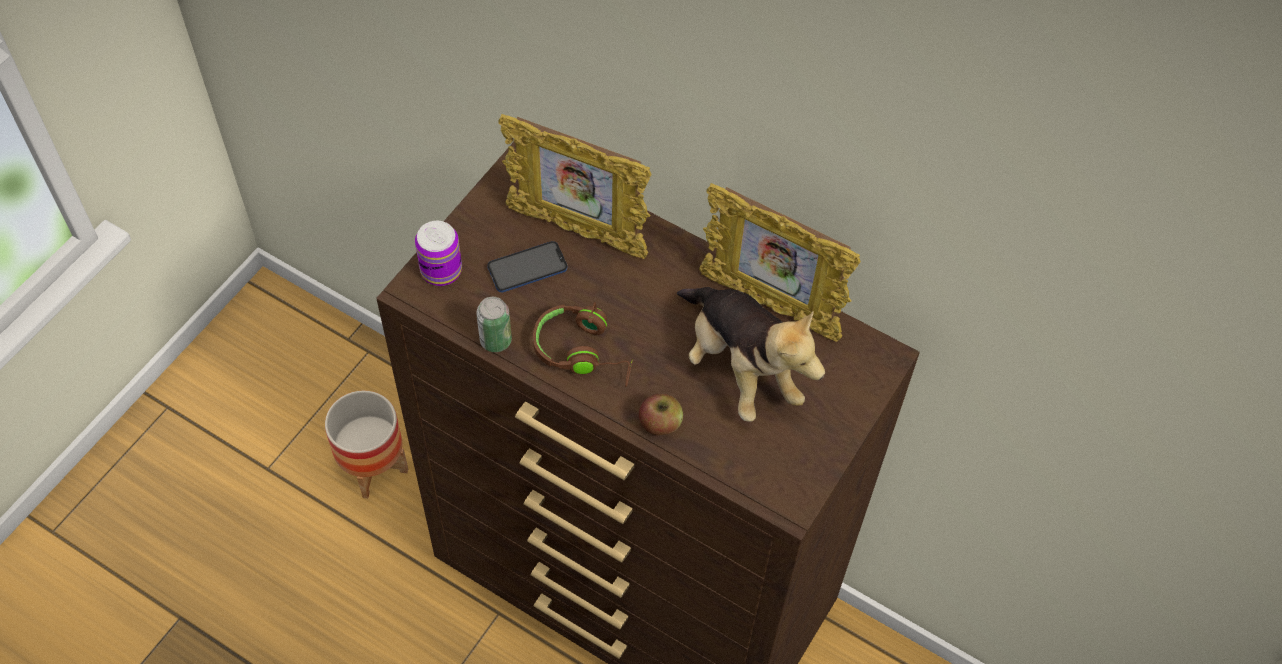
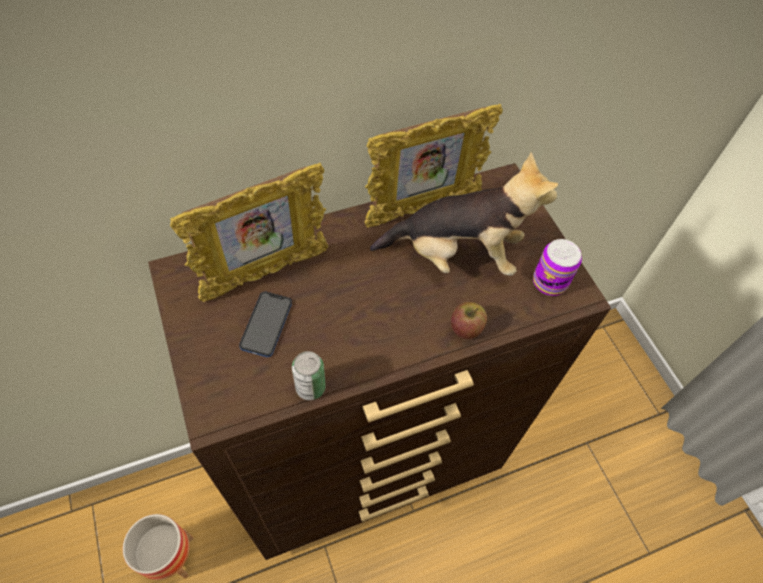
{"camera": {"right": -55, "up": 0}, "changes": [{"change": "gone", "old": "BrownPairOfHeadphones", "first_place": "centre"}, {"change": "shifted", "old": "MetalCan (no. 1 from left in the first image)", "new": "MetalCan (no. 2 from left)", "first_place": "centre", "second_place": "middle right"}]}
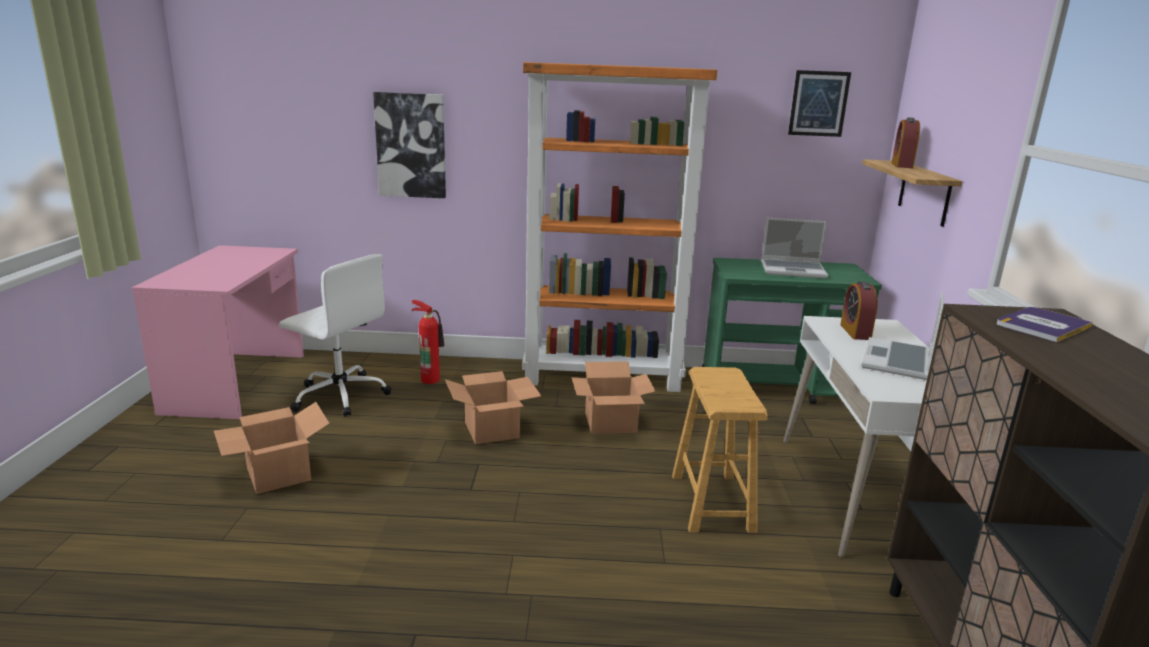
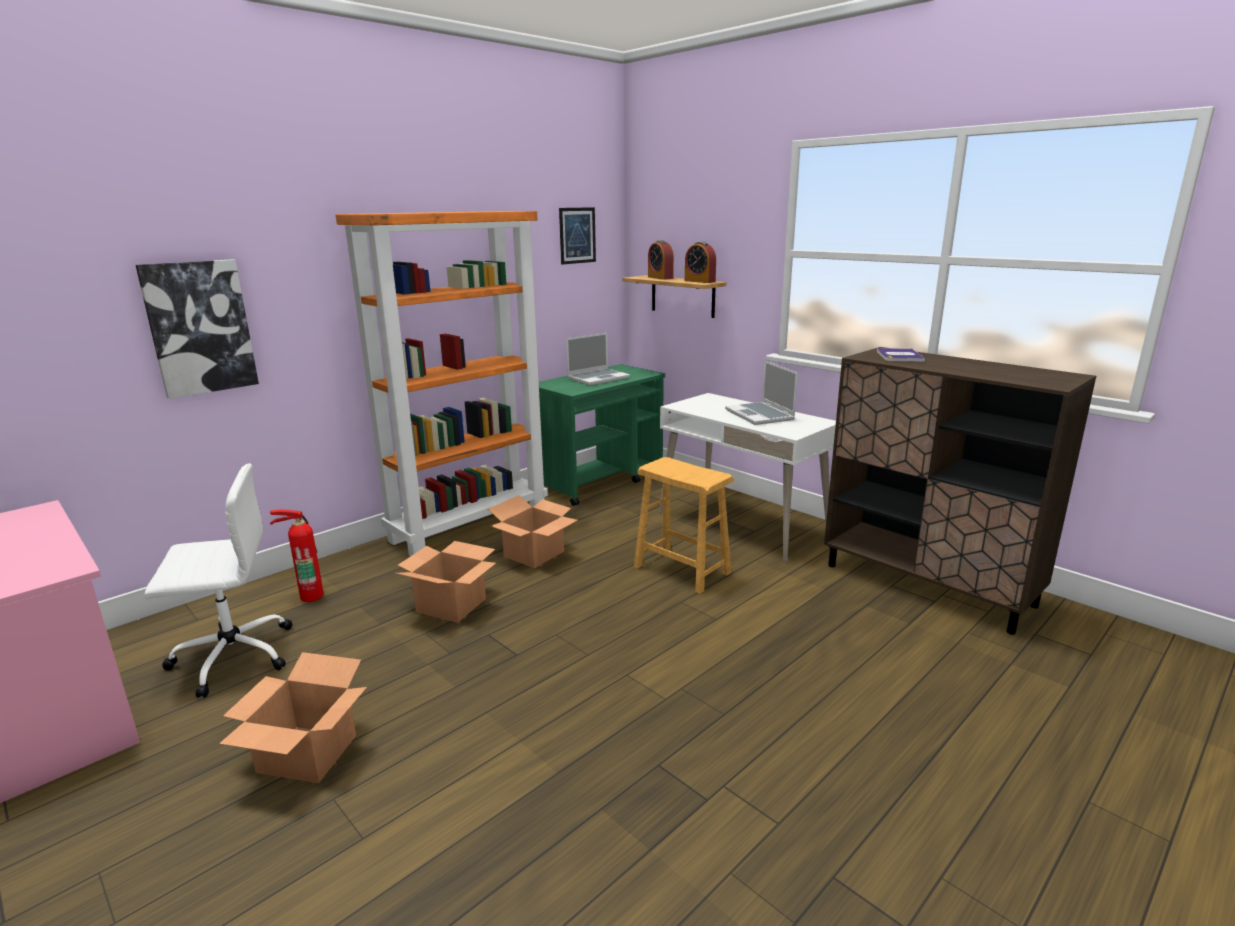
{"camera": {"right": -45, "up": 0}, "changes": [{"change": "shifted", "old": "AlarmClock (no. 1 from left in the first image)", "new": "AlarmClock (no. 2 from left)", "first_place": "middle right", "second_place": "top centre"}]}
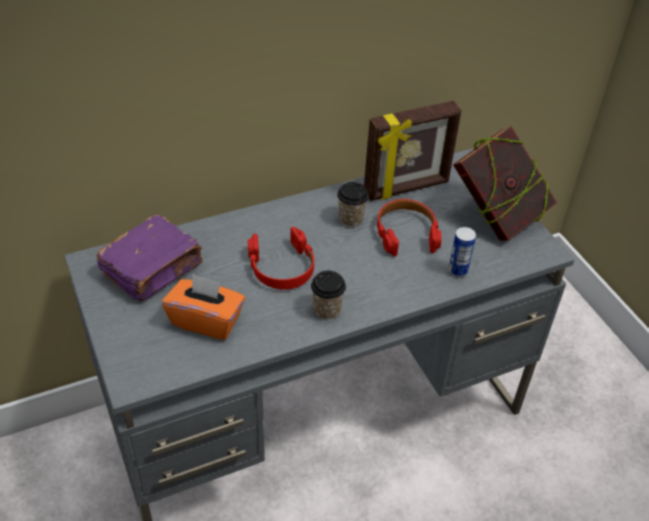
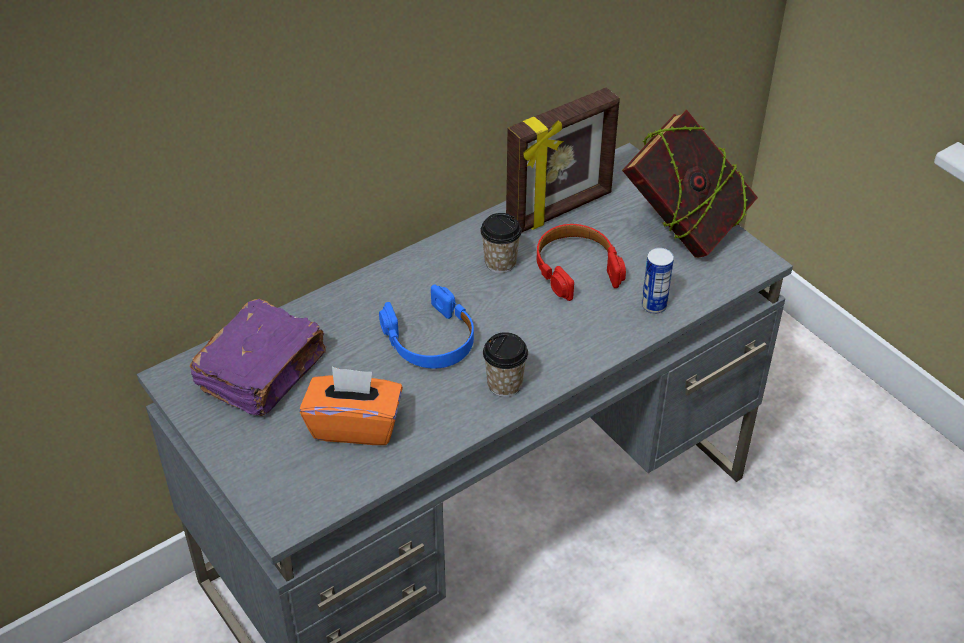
{"camera": {"right": -10, "up": 0}, "changes": [{"change": "repainted", "old": "RedColouredPairOfHeadphones (no. 1 from left)", "new": "BluishPairOfHeadphones", "first_place": "centre", "second_place": "centre"}]}
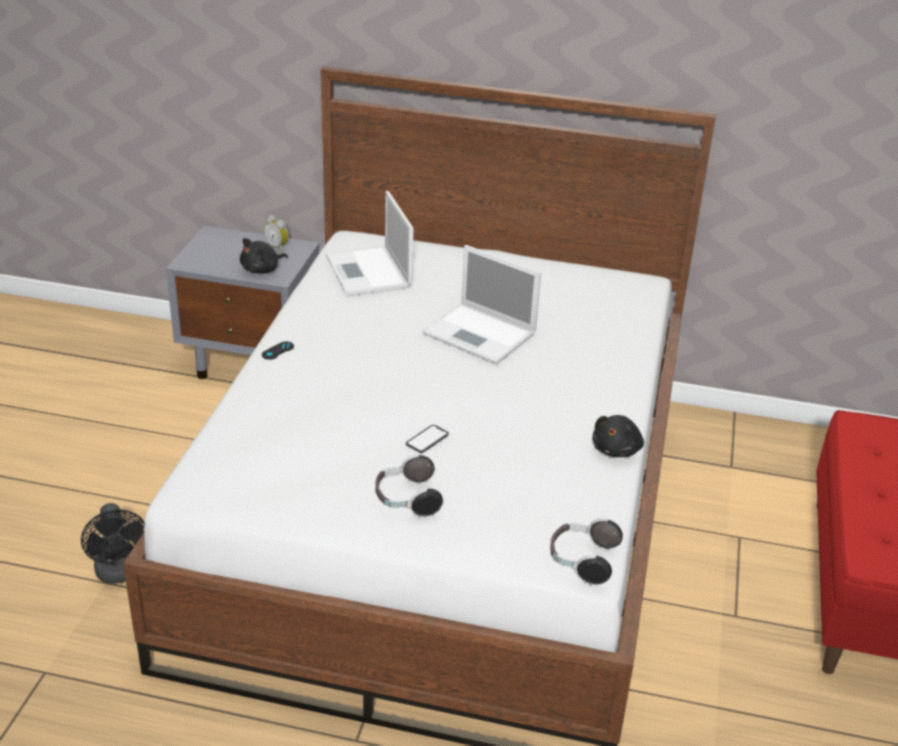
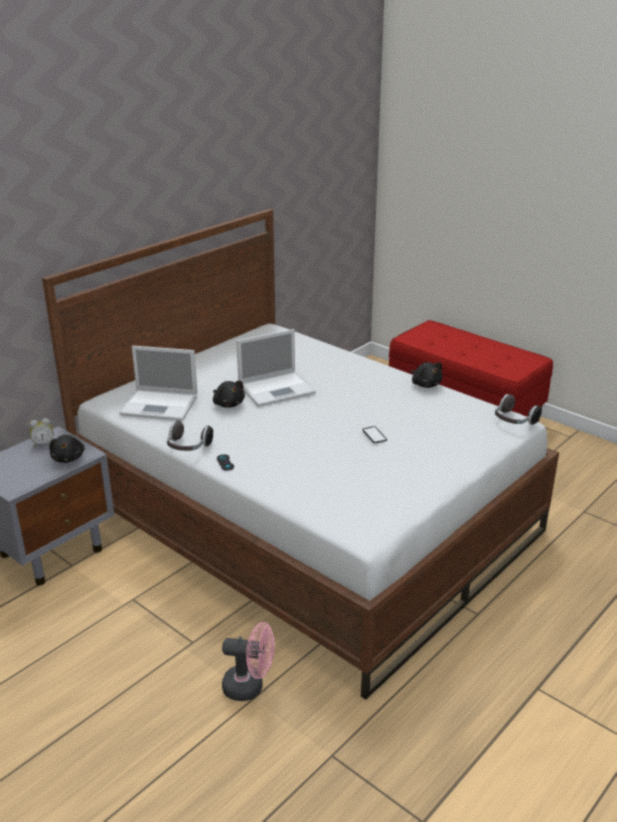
{"camera": {"right": -60, "up": -5}, "changes": [{"change": "new", "new": "BlackSoftToy (no. 2 from left)", "second_place": "centre"}, {"change": "shifted", "old": "PairOfHeadphones (no. 1 from left)", "first_place": "centre", "second_place": "middle left"}, {"change": "repainted", "old": "BlackCoolingFan", "new": "PinkColouredCoolingFan", "first_place": "bottom left", "second_place": "bottom centre"}]}
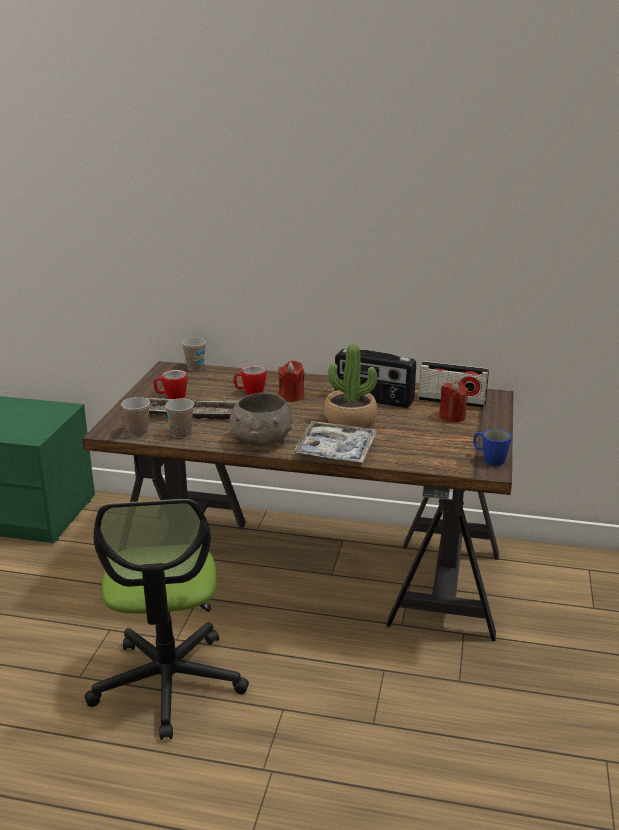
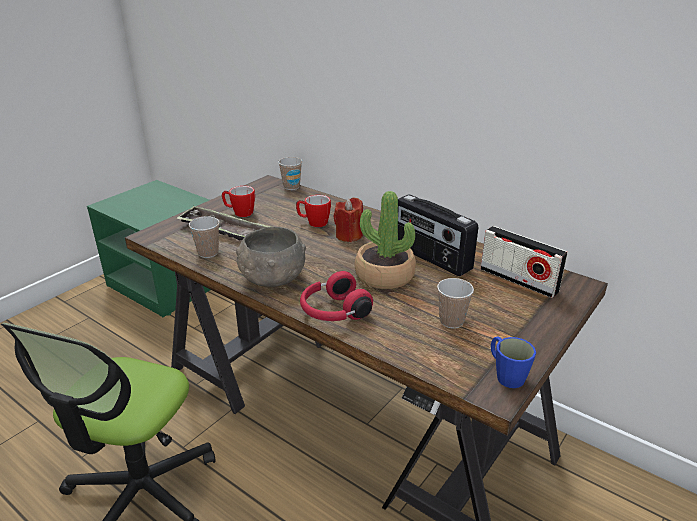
{"camera": {"right": 25, "up": 5}, "changes": [{"change": "gone", "old": "RedColouredCandle (no. 2 from left)", "first_place": "middle right"}, {"change": "shifted", "old": "SmallCup (no. 1 from left in the first image)", "new": "SmallCup (no. 3 from left)", "first_place": "middle left", "second_place": "centre"}, {"change": "swapped", "old": "ServingTray (no. 2 from left)", "new": "RedColouredPairOfHeadphones", "first_place": "centre", "second_place": "centre"}]}
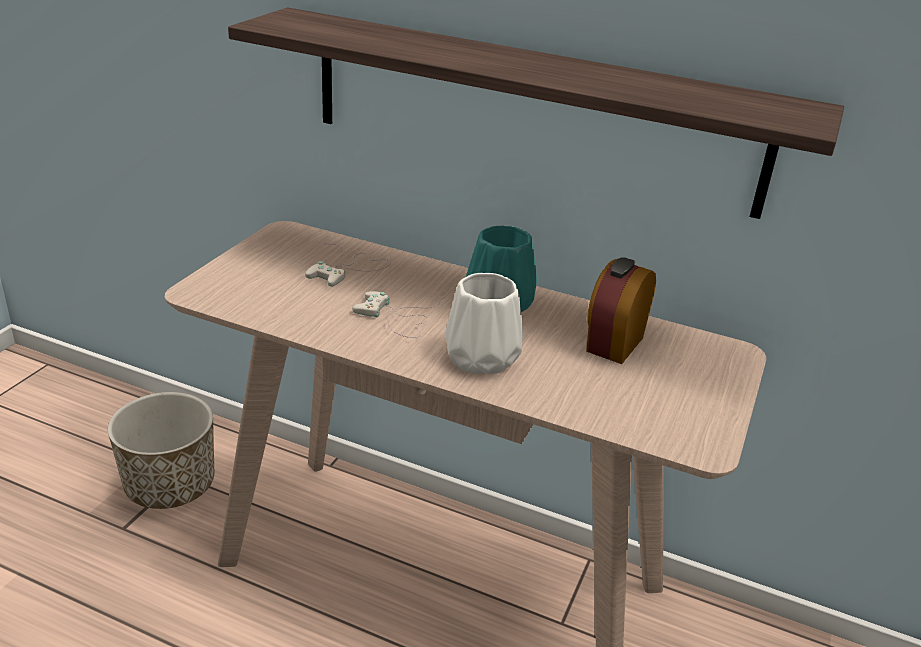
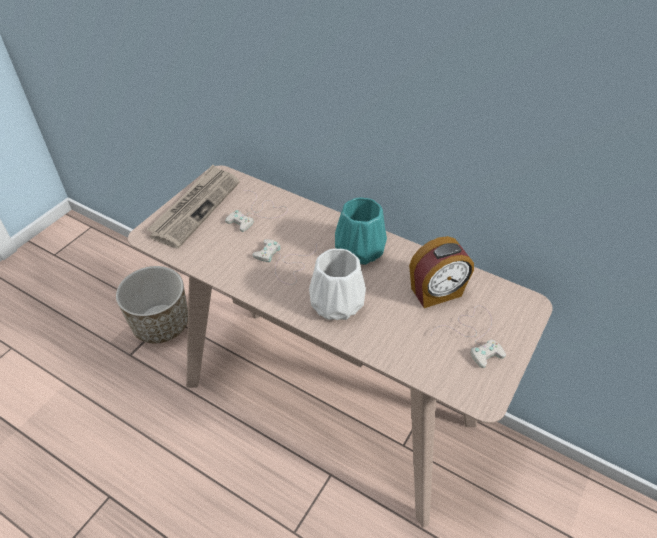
{"camera": {"right": 10, "up": 15}, "changes": [{"change": "gone", "old": "Shelf", "first_place": "top centre"}, {"change": "new", "new": "DailyPaper", "second_place": "middle left"}, {"change": "new", "new": "WhiteColouredGameController (no. 3 from left)", "second_place": "middle right"}, {"change": "rotated", "old": "AlarmClock", "first_place": "middle right", "second_place": "middle right", "degrees": -150}]}
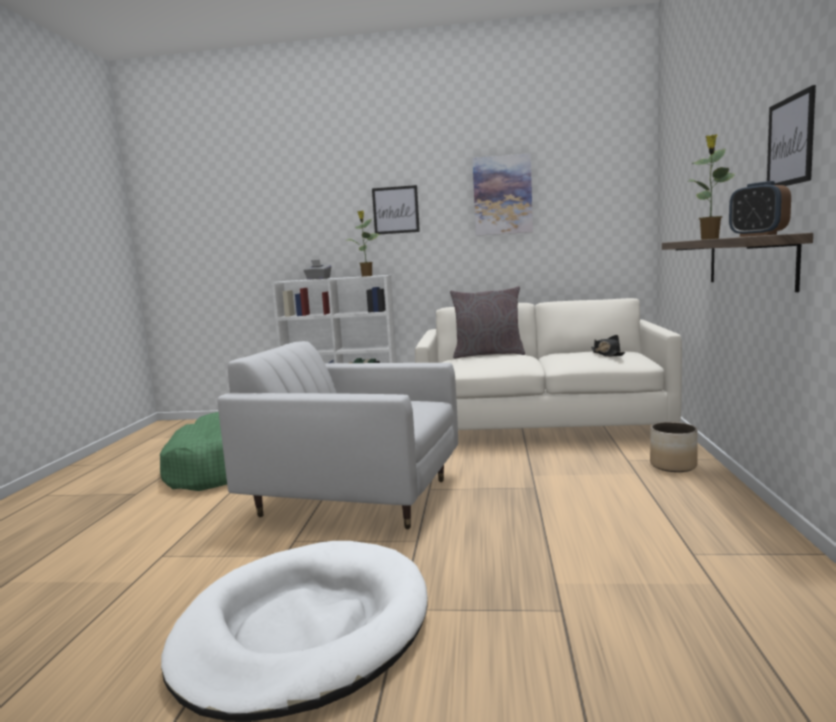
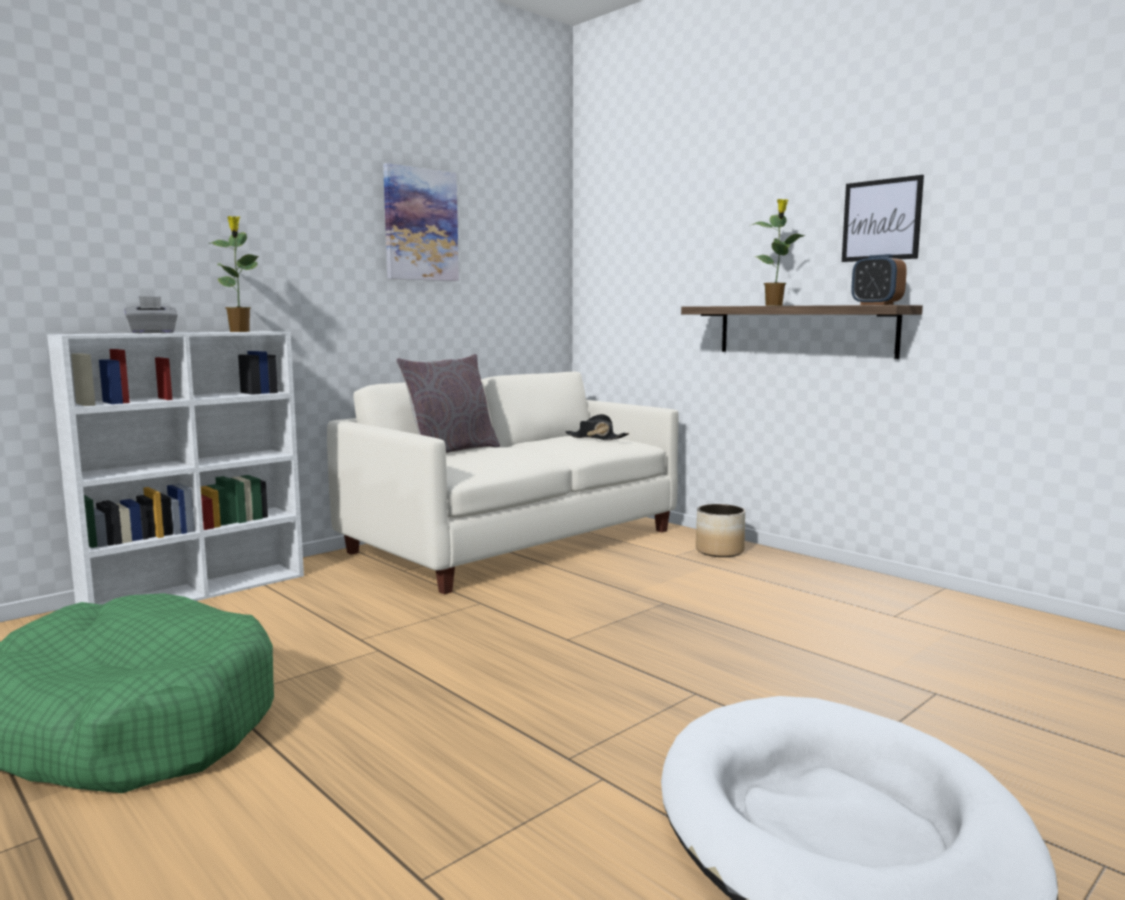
{"camera": {"right": -50, "up": 0}, "changes": [{"change": "gone", "old": "WhiteColouredLoungeChair", "first_place": "centre"}, {"change": "gone", "old": "WallArt (no. 1 from left)", "first_place": "top centre"}, {"change": "rotated", "old": "AlarmClock", "first_place": "top right", "second_place": "top right", "degrees": 45}]}
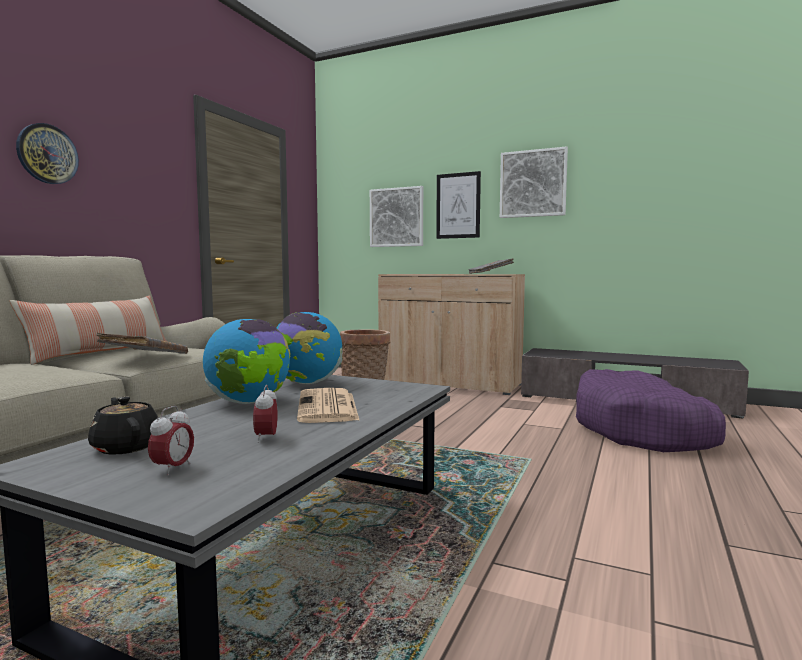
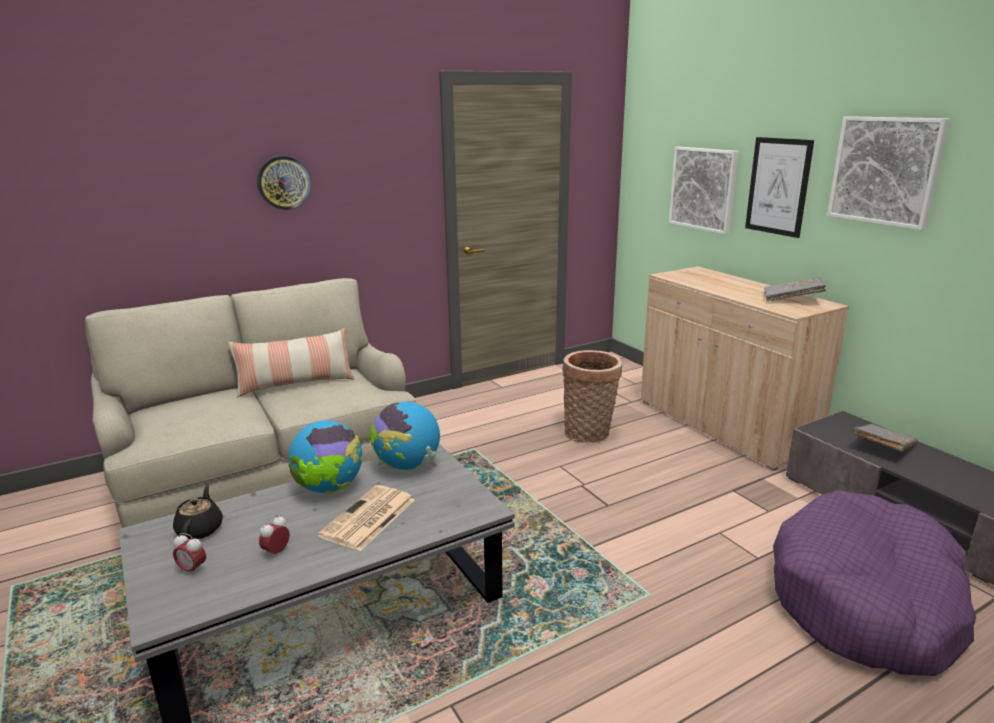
{"camera": {"right": 35, "up": 15}, "changes": [{"change": "shifted", "old": "GreyishBoundBook (no. 1 from left in the first image)", "new": "GreyishBoundBook (no. 2 from left)", "first_place": "middle left", "second_place": "middle right"}, {"change": "rotated", "old": "AlarmClock (no. 1 from left)", "first_place": "bottom left", "second_place": "bottom left", "degrees": 60}]}
